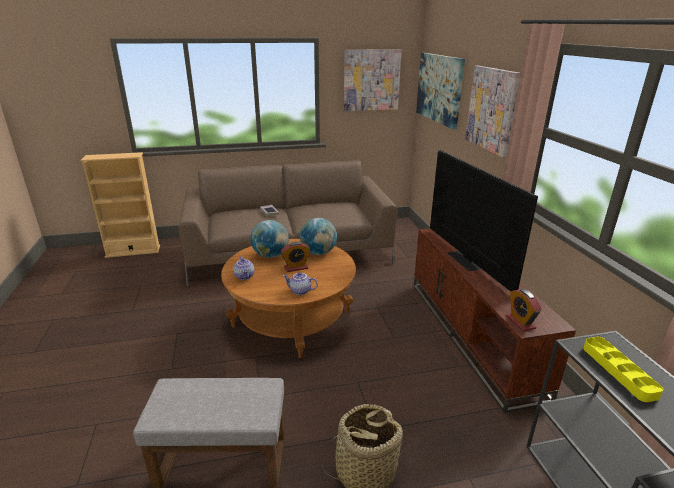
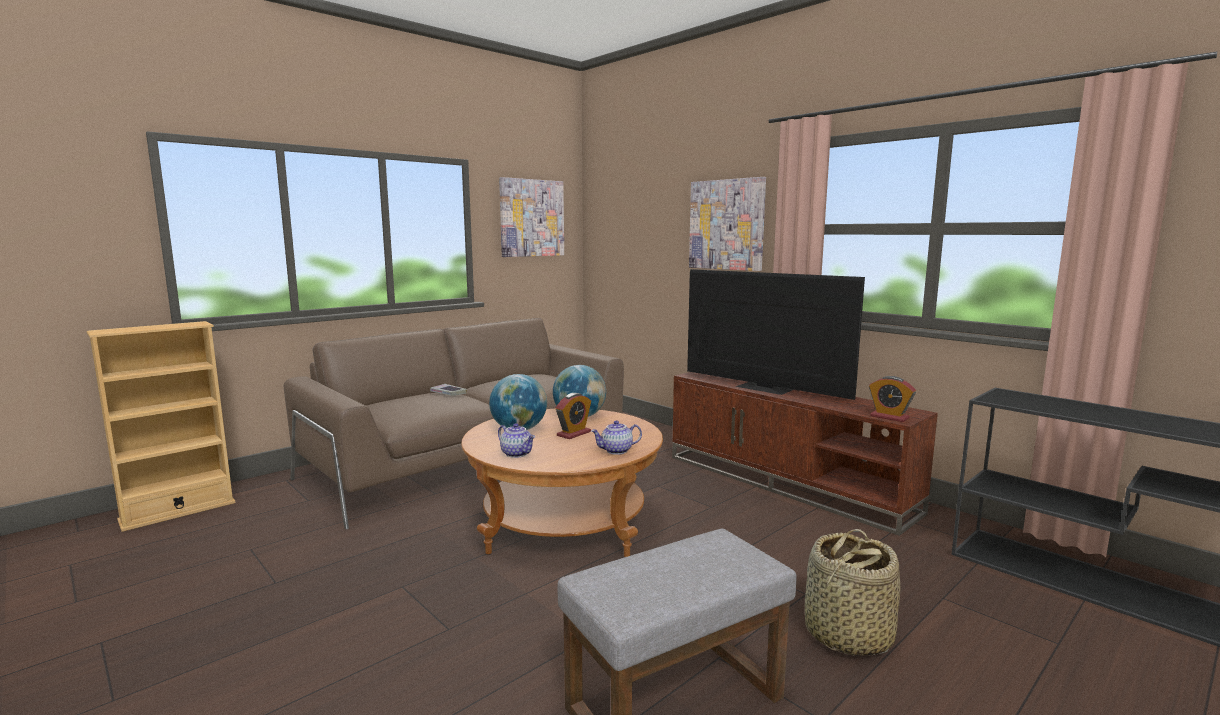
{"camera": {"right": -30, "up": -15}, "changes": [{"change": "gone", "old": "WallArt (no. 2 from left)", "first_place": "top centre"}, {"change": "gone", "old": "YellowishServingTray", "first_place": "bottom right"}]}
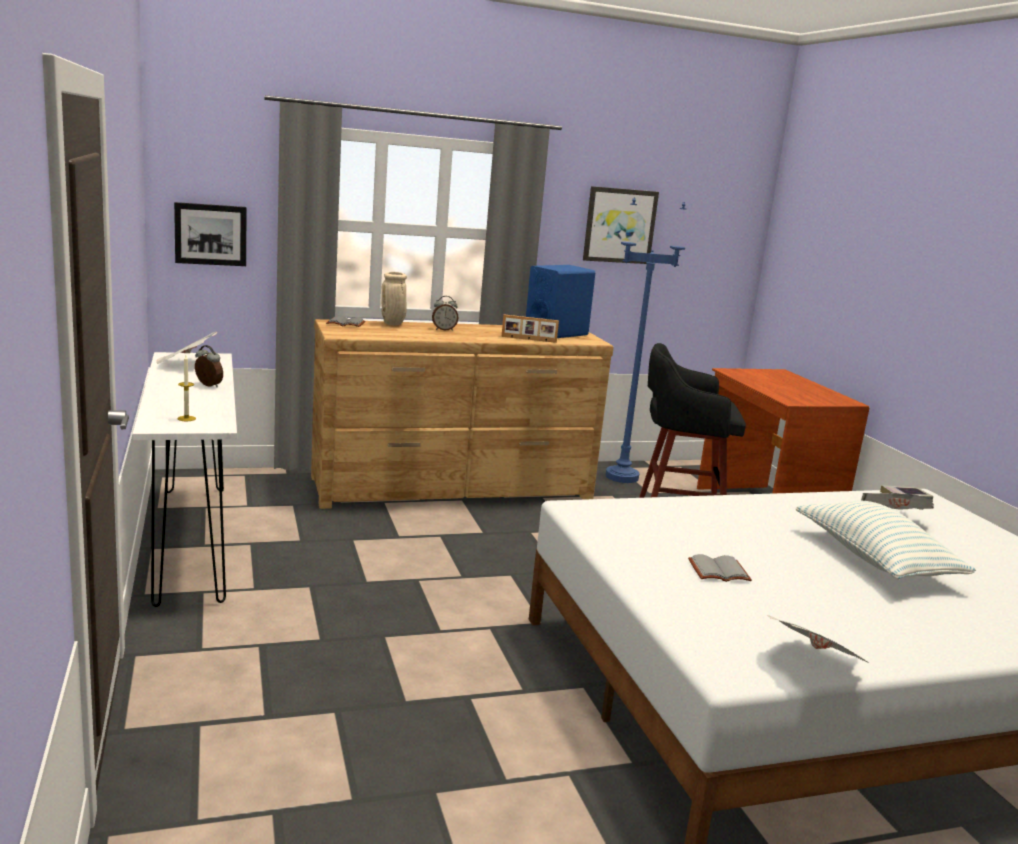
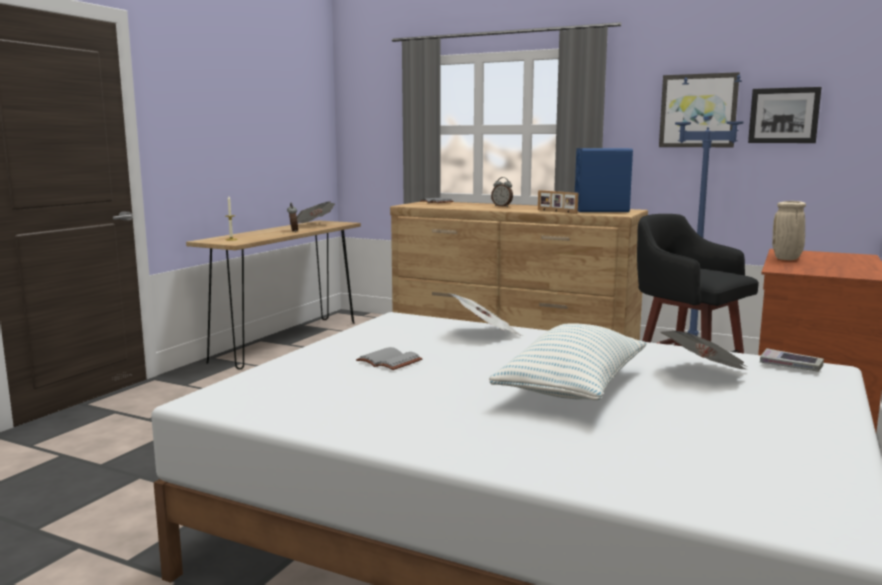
{"camera": {"right": 45, "up": -5}, "changes": [{"change": "shifted", "old": "WallArt (no. 1 from left in the first image)", "new": "WallArt (no. 2 from left)", "first_place": "top left", "second_place": "top right"}, {"change": "shifted", "old": "BeigeVase", "first_place": "centre", "second_place": "middle right"}, {"change": "shifted", "old": "DailyPaper (no. 2 from left)", "first_place": "bottom right", "second_place": "centre"}, {"change": "repainted", "old": "WhiteColouredConsoleTable", "new": "BrownConsoleTable", "first_place": "middle left", "second_place": "middle left"}]}
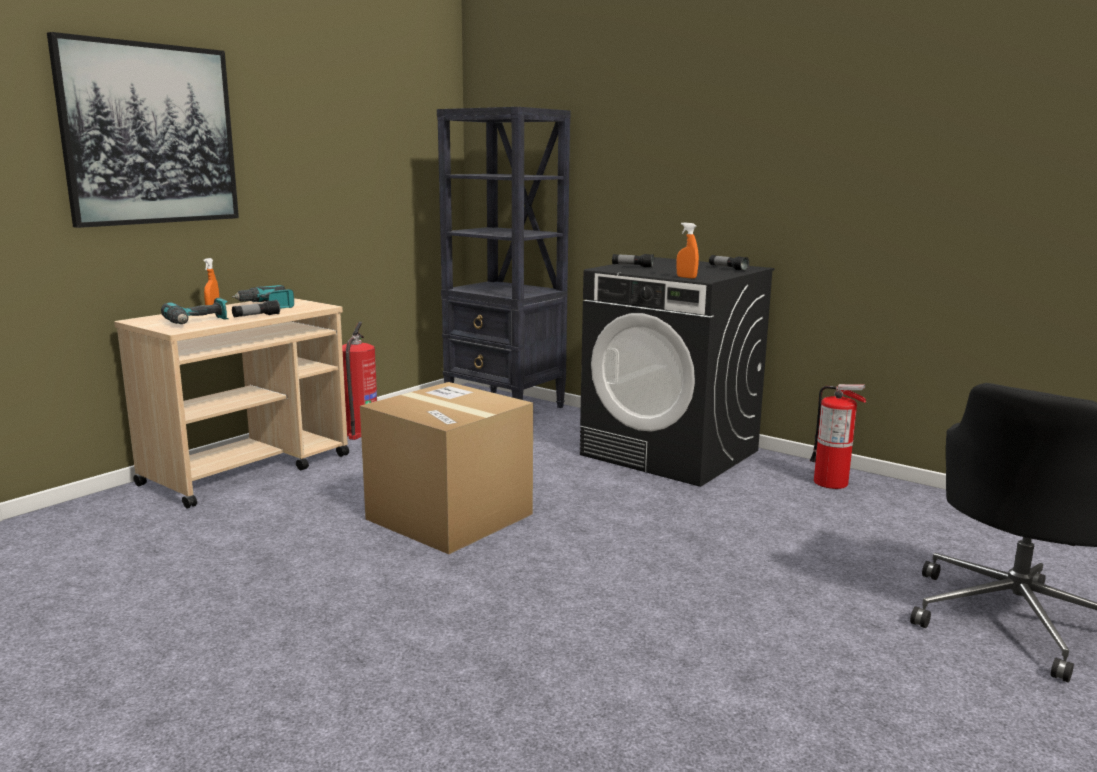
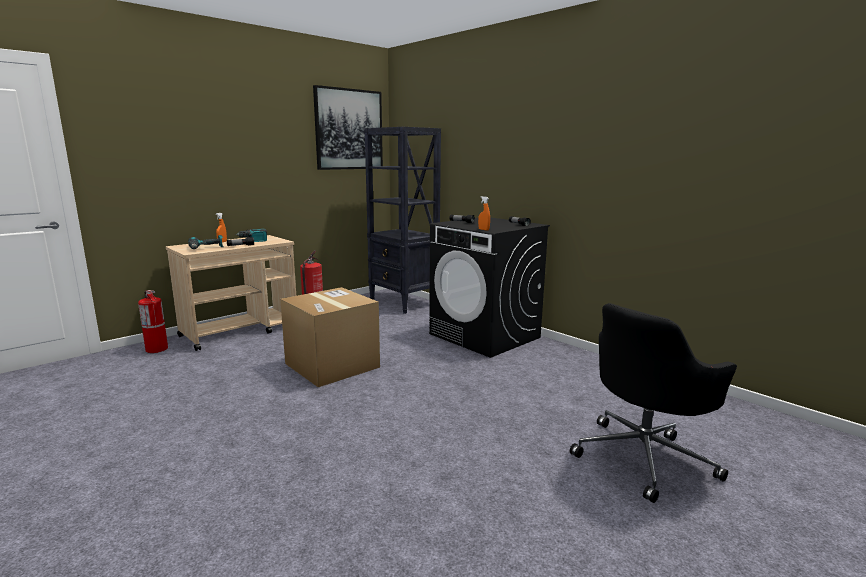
{"camera": {"right": 10, "up": 0}, "changes": [{"change": "shifted", "old": "WallArt", "first_place": "top left", "second_place": "top centre"}, {"change": "shifted", "old": "FireExtinguisher (no. 2 from left in the first image)", "new": "FireExtinguisher (no. 1 from left)", "first_place": "middle right", "second_place": "middle left"}]}
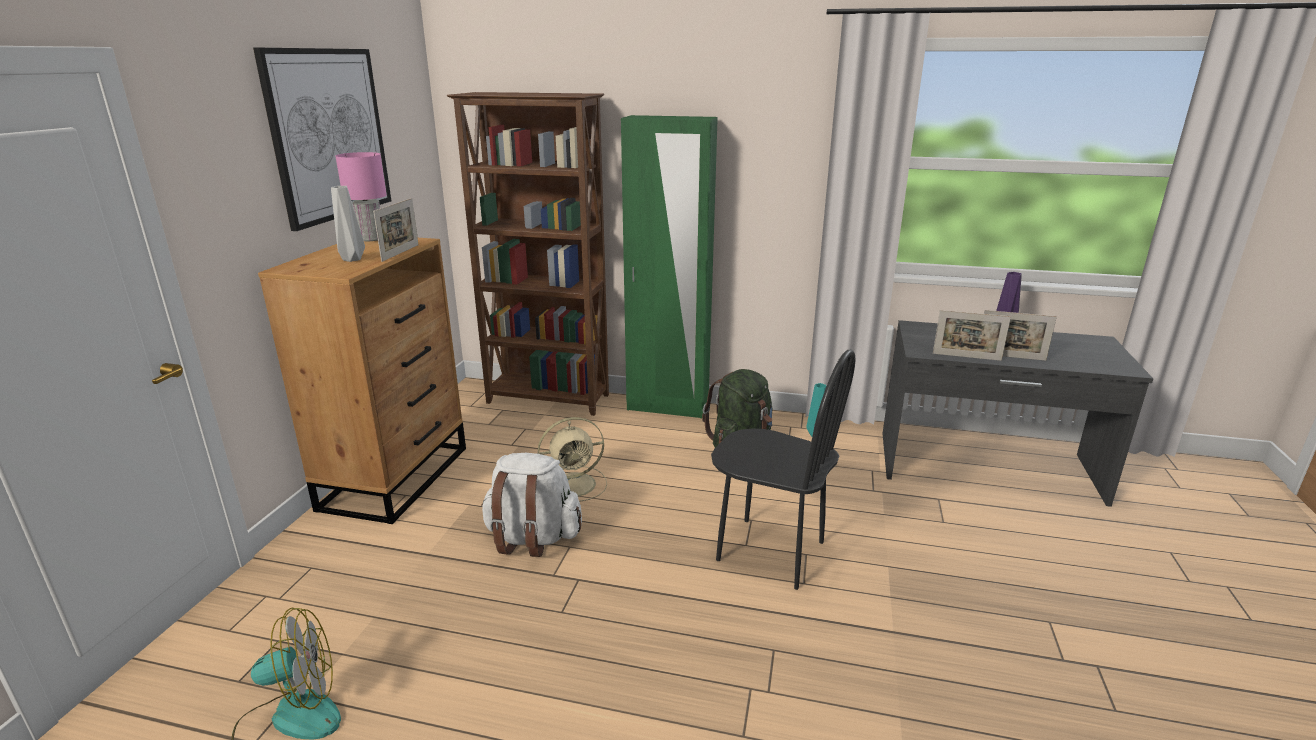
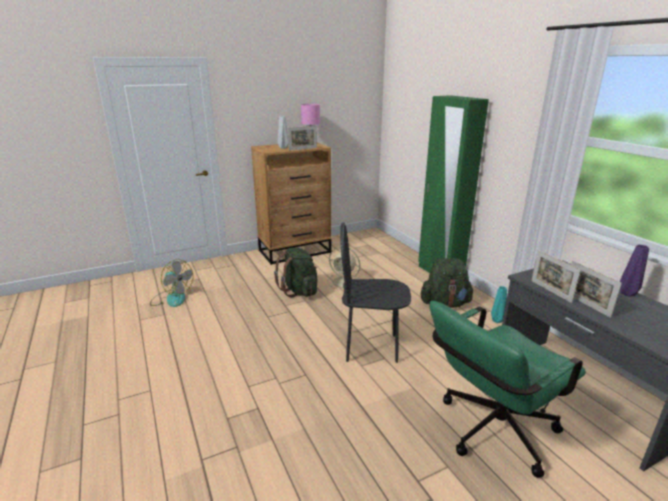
{"camera": {"right": 50, "up": 0}, "changes": [{"change": "gone", "old": "WallArt", "first_place": "top left"}, {"change": "gone", "old": "BrownBookcase", "first_place": "centre"}, {"change": "new", "new": "GreenColouredComputerChair", "second_place": "bottom right"}, {"change": "repainted", "old": "WhiteColouredRucksack", "new": "GreenColouredRucksack (no. 1 from left)", "first_place": "bottom centre", "second_place": "centre"}, {"change": "rotated", "old": "BlackChair", "first_place": "centre", "second_place": "centre", "degrees": 105}]}
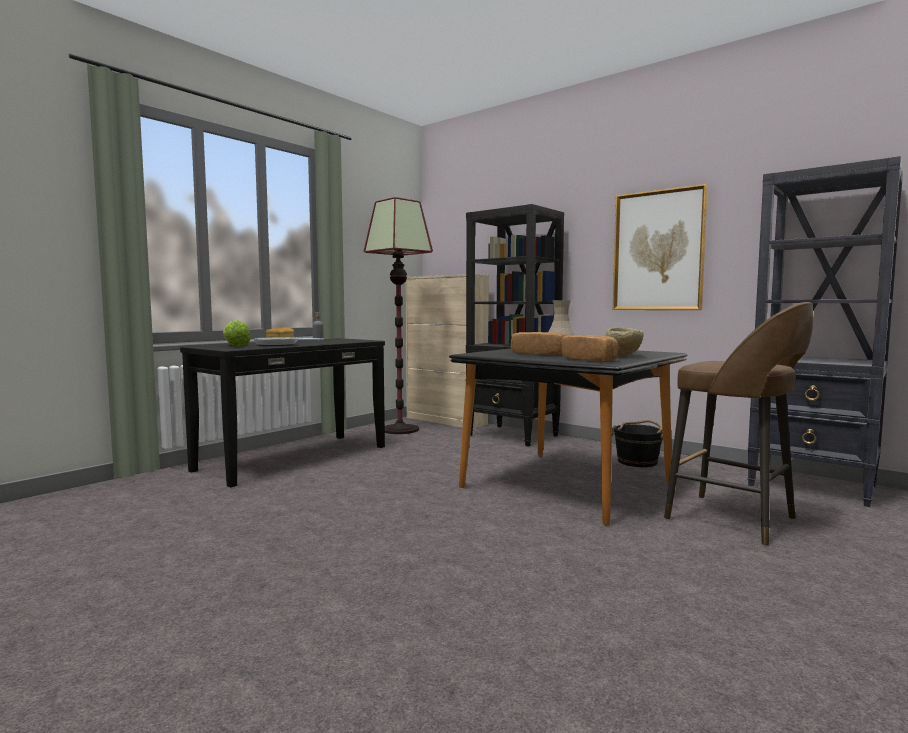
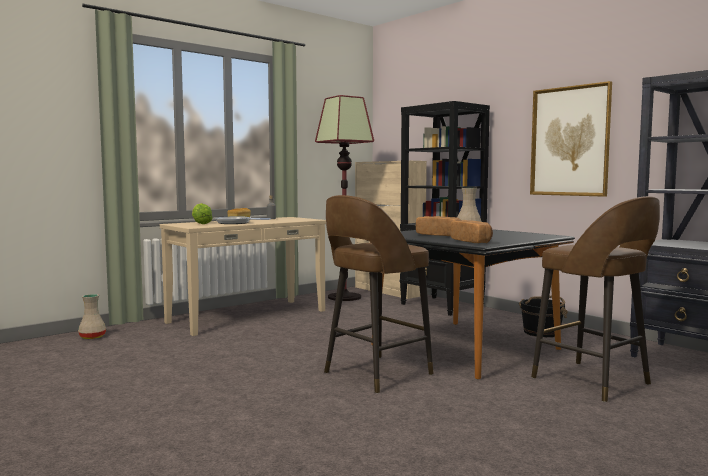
{"camera": {"right": 10, "up": 0}, "changes": [{"change": "gone", "old": "BeigeBowl", "first_place": "middle right"}, {"change": "new", "new": "BeigeVase (no. 1 from left)", "second_place": "middle left"}, {"change": "new", "new": "BrownStoolSeat (no. 1 from left)", "second_place": "centre"}, {"change": "repainted", "old": "BlackConsoleTable", "new": "BeigeConsoleTable", "first_place": "middle left", "second_place": "centre"}]}
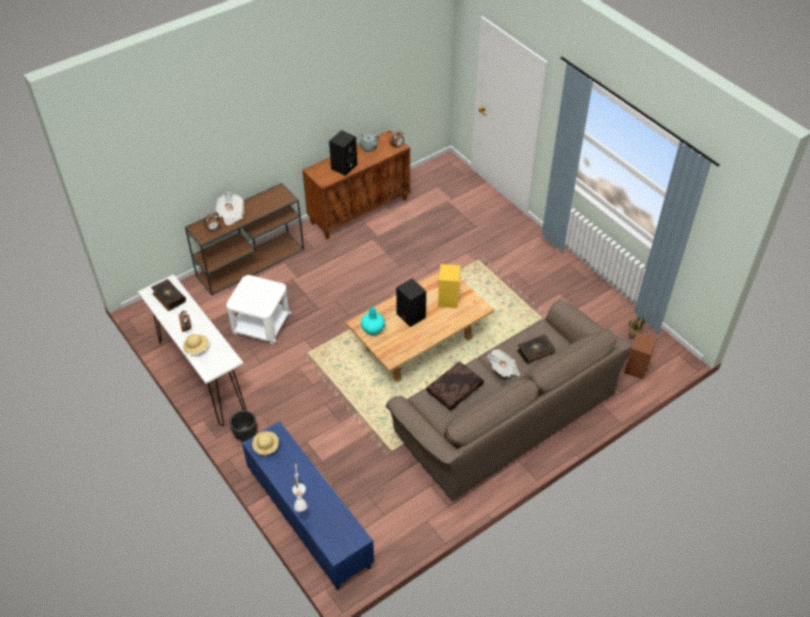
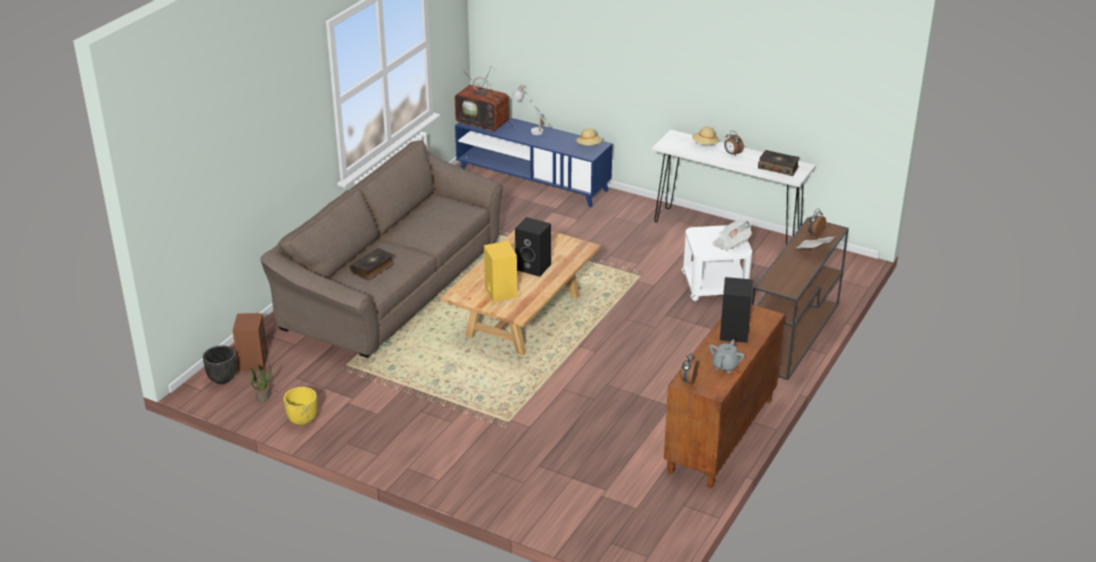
{"camera": {"right": 155, "up": -15}, "changes": [{"change": "gone", "old": "BlueGreenVase", "first_place": "centre"}, {"change": "gone", "old": "BrownPillow", "first_place": "centre"}, {"change": "new", "new": "YellowishFlowerPot", "second_place": "bottom left"}, {"change": "new", "new": "Television", "second_place": "top centre"}, {"change": "shifted", "old": "BlackFlowerPot", "first_place": "bottom left", "second_place": "middle left"}, {"change": "shifted", "old": "DailyPaper (no. 2 from left in the first image)", "new": "DailyPaper (no. 1 from left)", "first_place": "centre", "second_place": "middle right"}]}
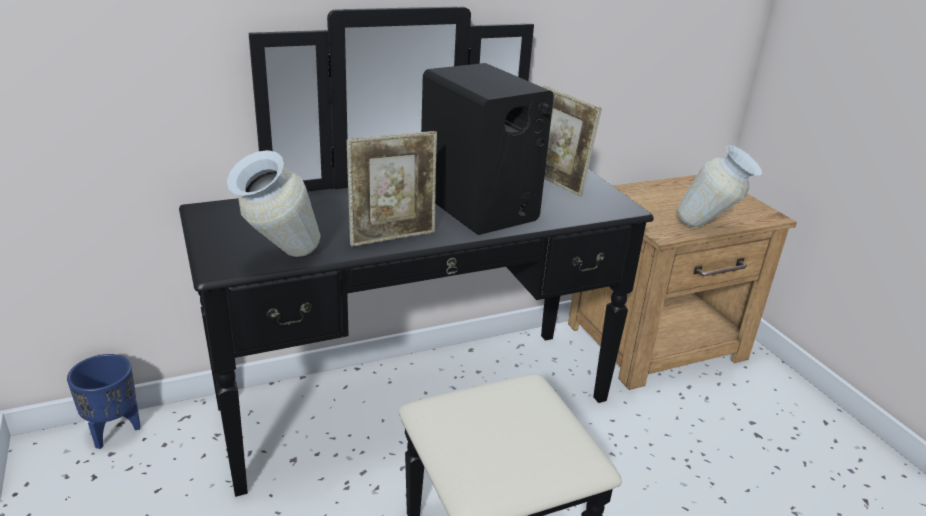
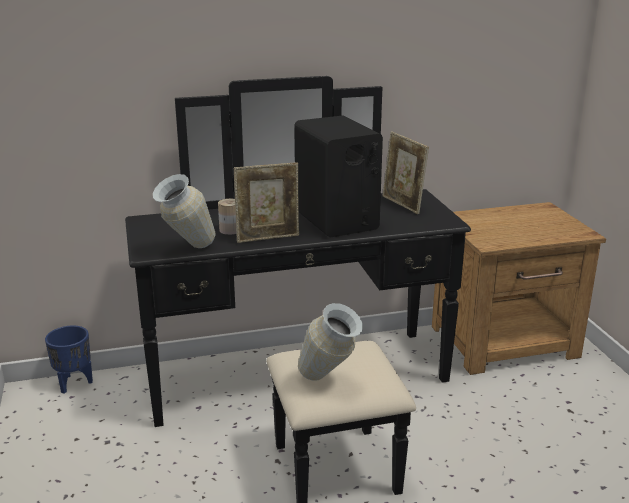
{"camera": {"right": 10, "up": -5}, "changes": [{"change": "new", "new": "MetalCan", "second_place": "centre"}, {"change": "shifted", "old": "Vase (no. 2 from left)", "first_place": "middle right", "second_place": "bottom centre"}]}
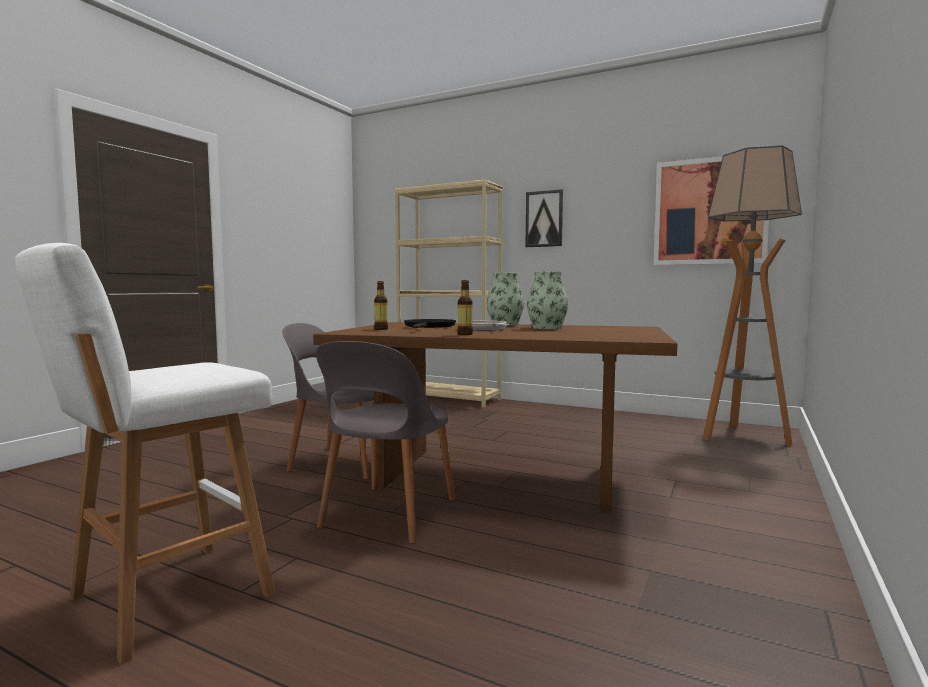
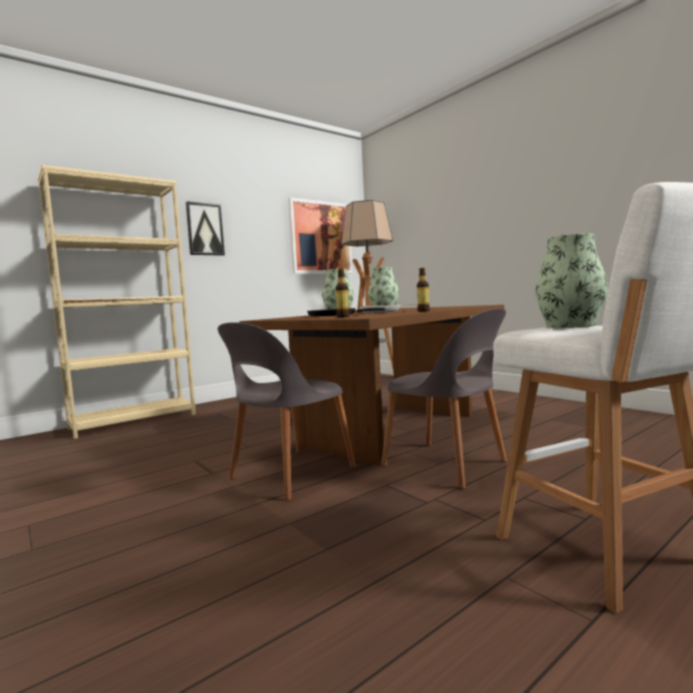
{"camera": {"right": -65, "up": 0}, "changes": [{"change": "new", "new": "Vase (no. 3 from left)", "second_place": "middle right"}]}
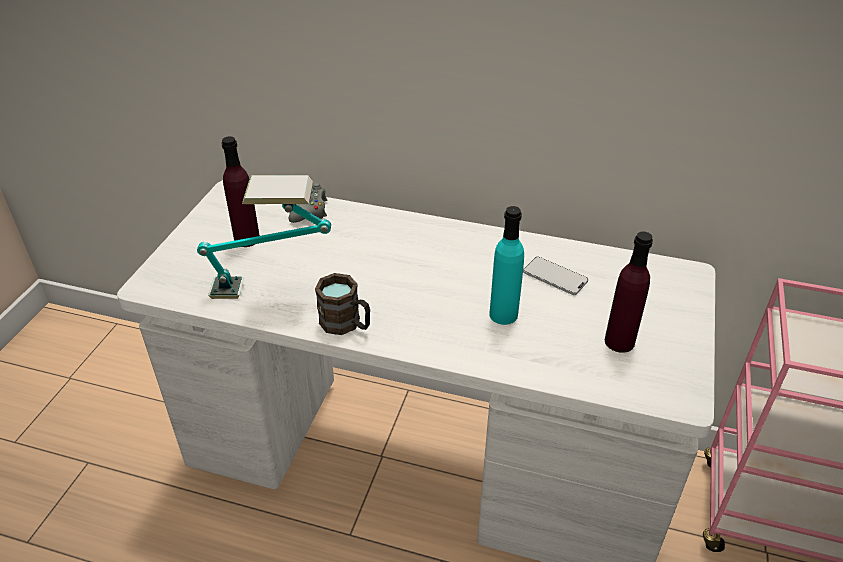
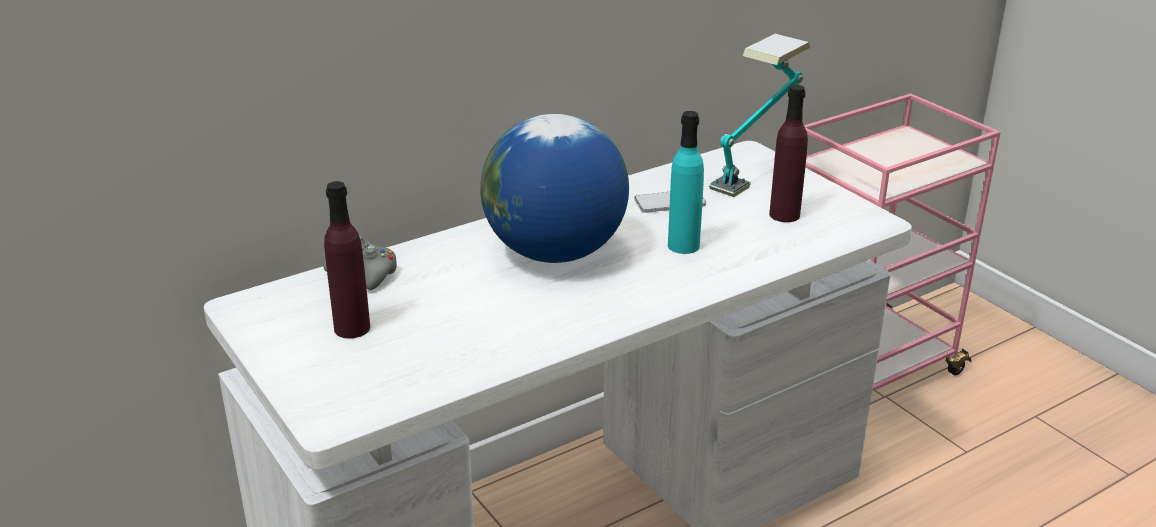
{"camera": {"right": -50, "up": -10}, "changes": [{"change": "gone", "old": "BrownTeaMug", "first_place": "centre"}, {"change": "new", "new": "Globe", "second_place": "centre"}, {"change": "shifted", "old": "TableLamp", "first_place": "middle left", "second_place": "top centre"}]}
